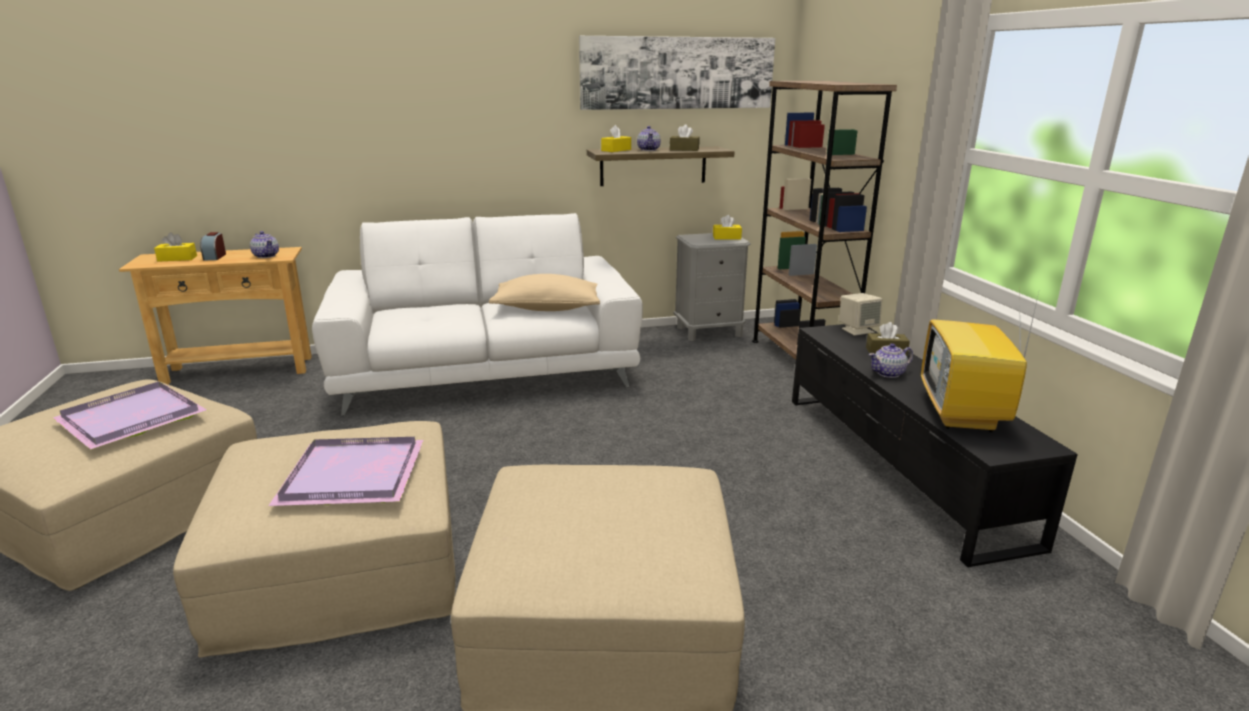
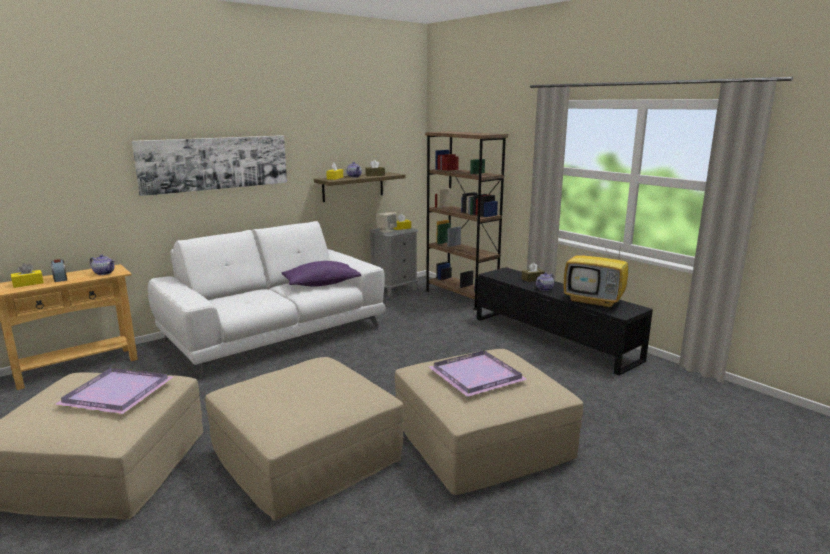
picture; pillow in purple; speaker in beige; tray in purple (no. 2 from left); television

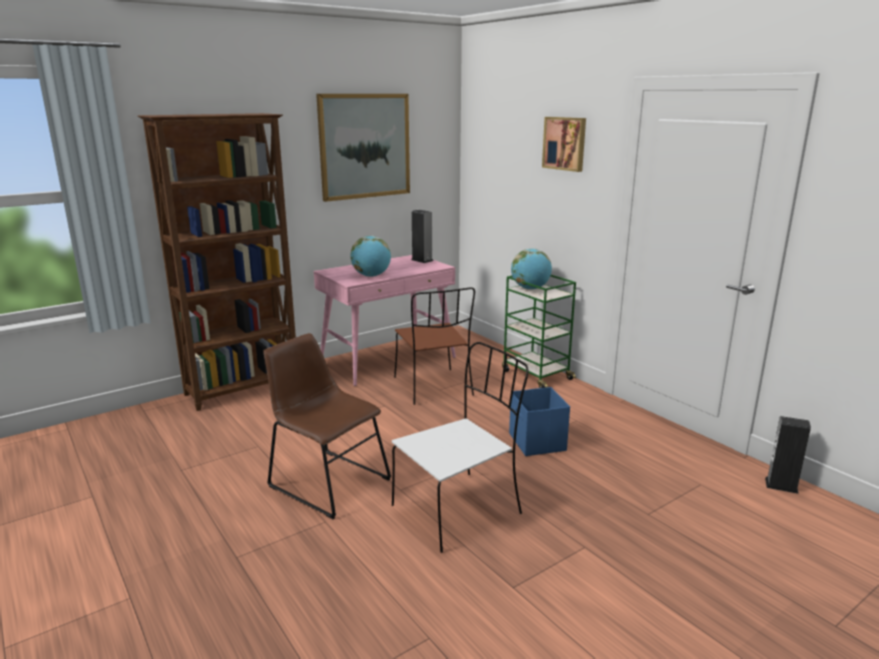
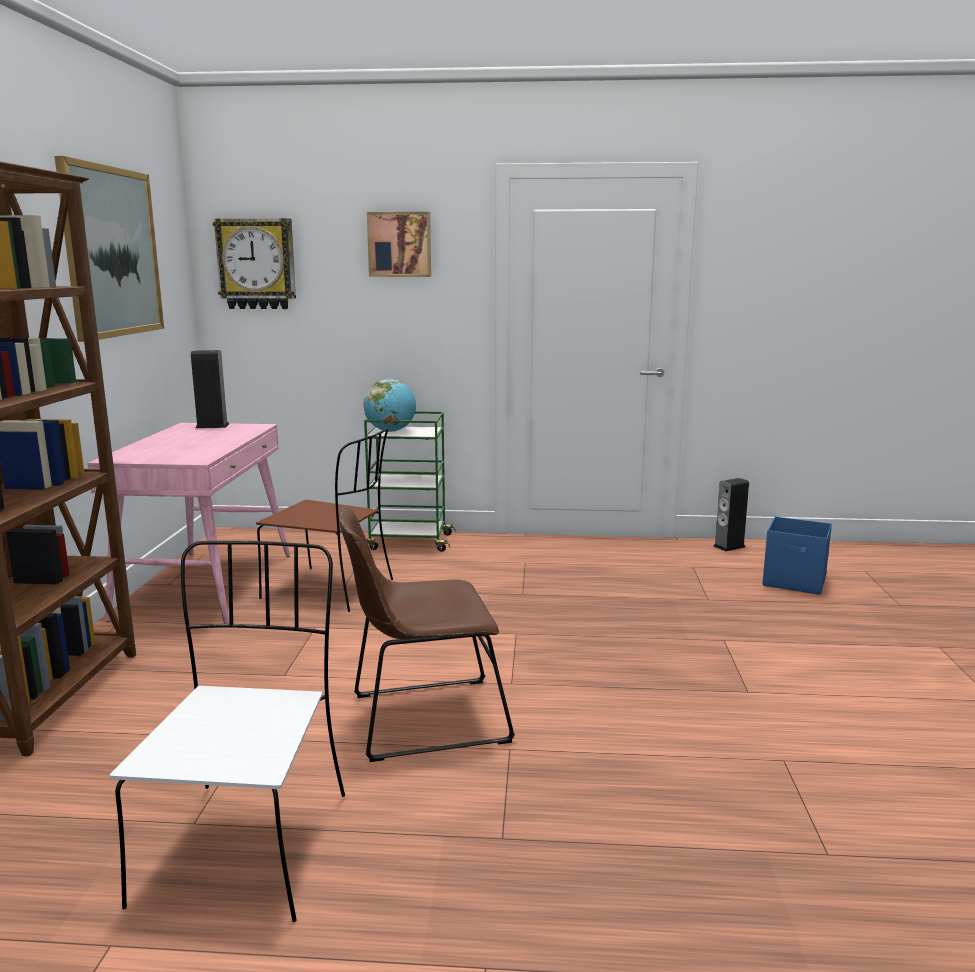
chair in white; wall clock; storage box in blue; globe (no. 1 from left in the first image)

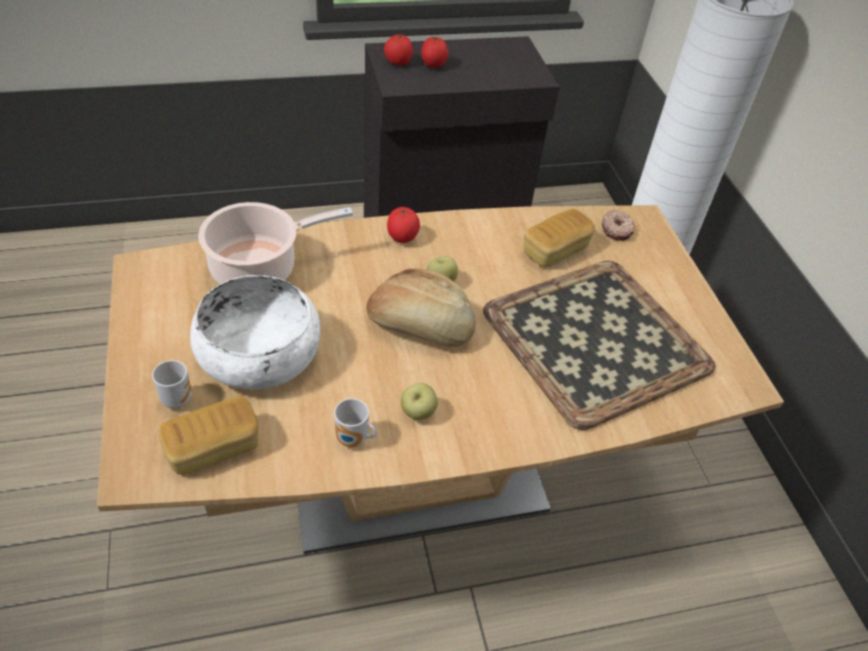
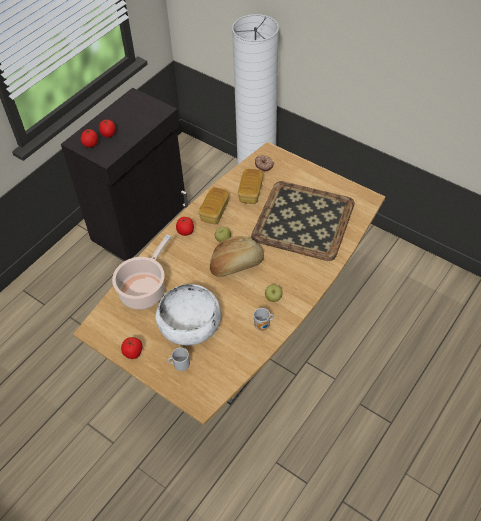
tomato (no. 3 from left); bread (no. 1 from left)

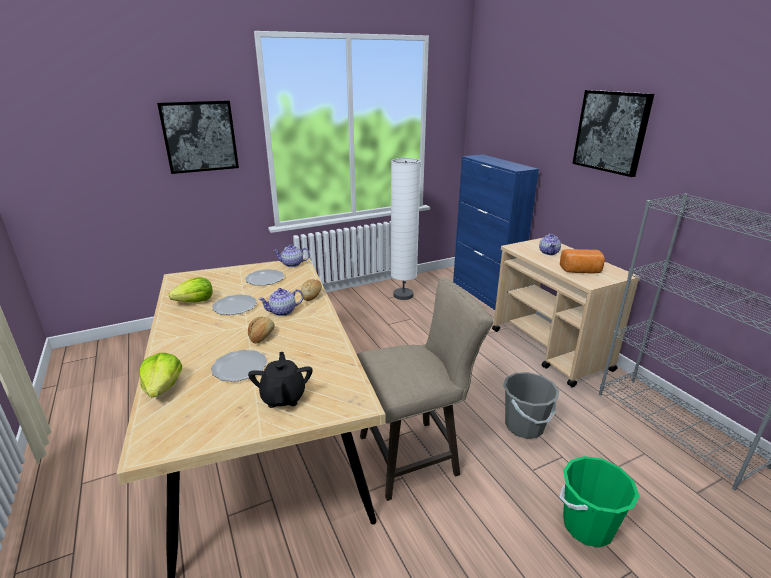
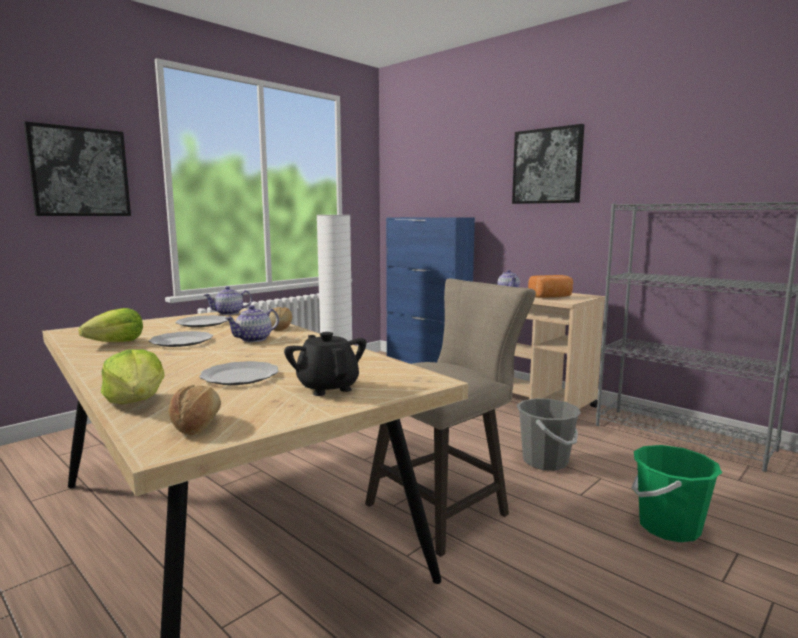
bread (no. 1 from left)

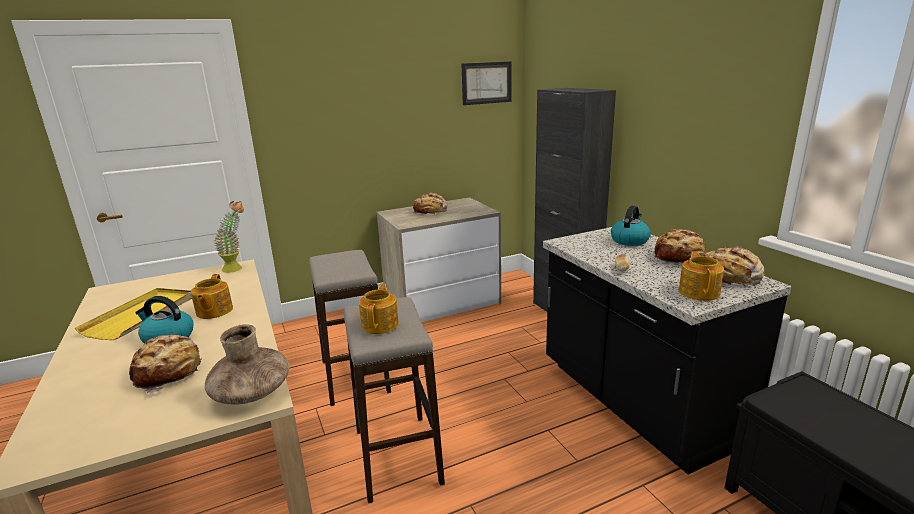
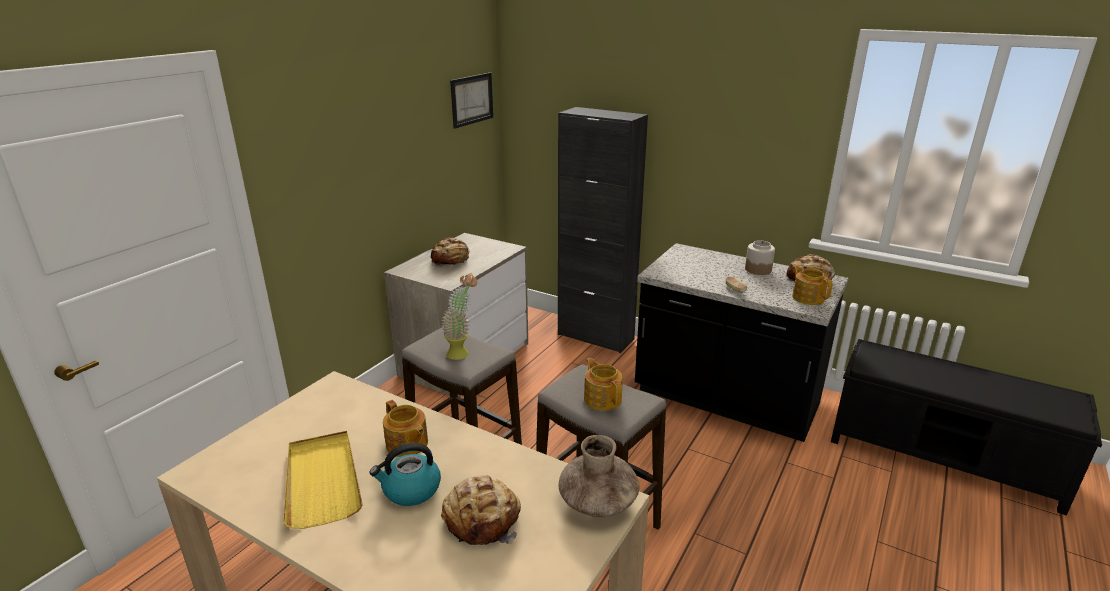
potted plant; jar; kettle (no. 2 from left in the first image)

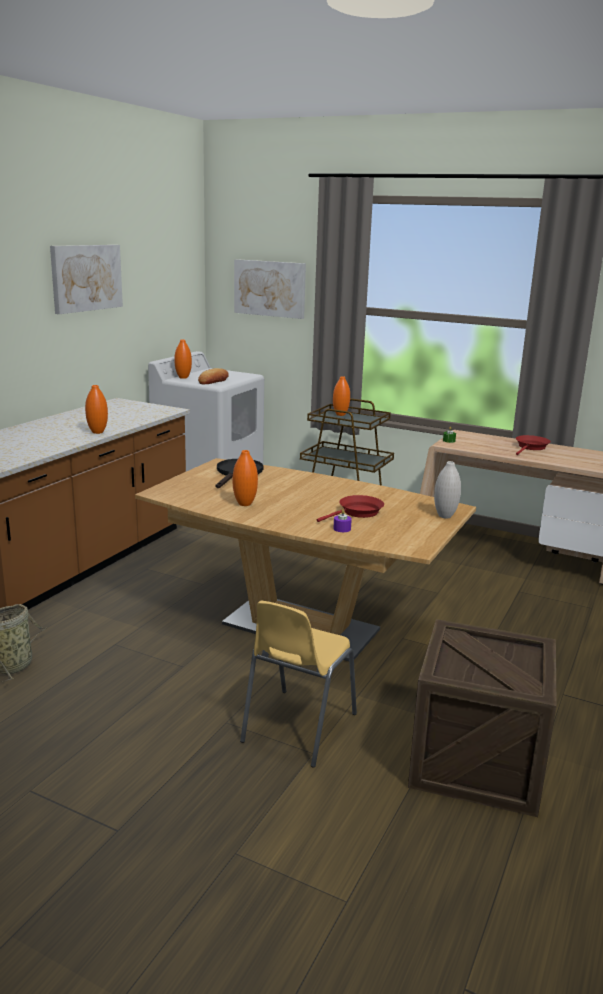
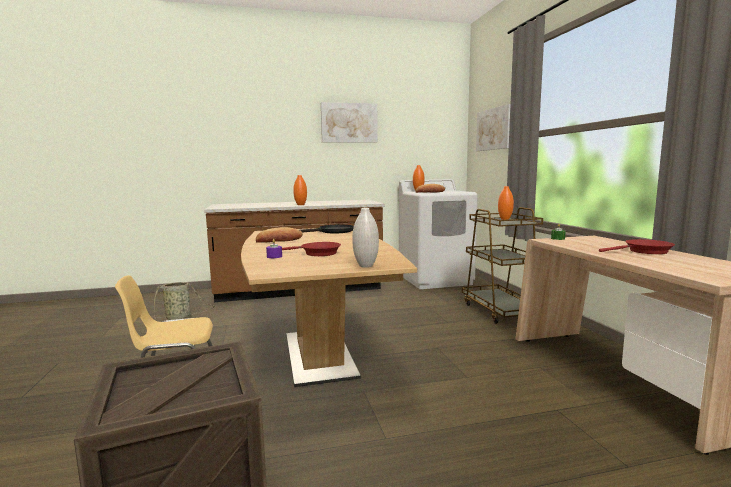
bread (no. 1 from left)

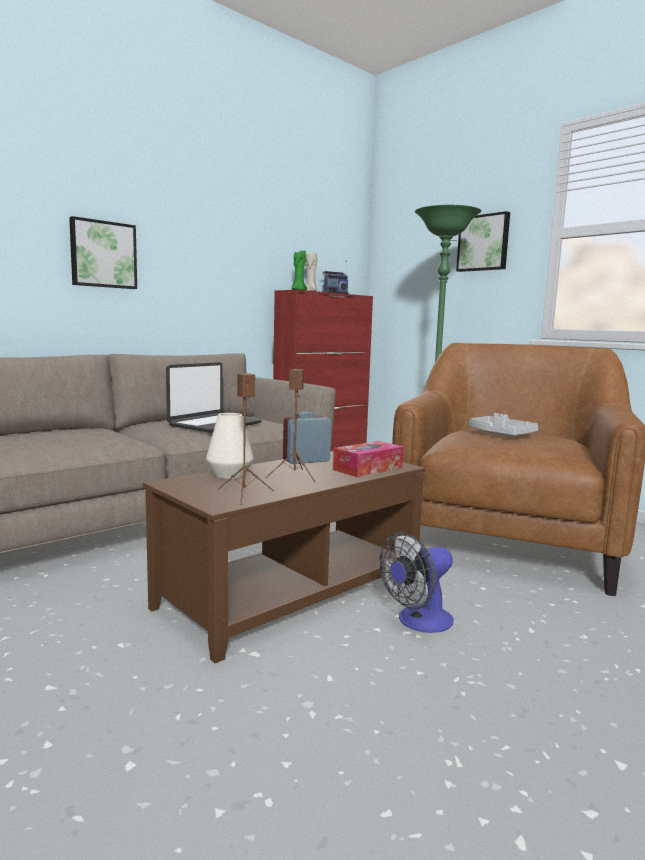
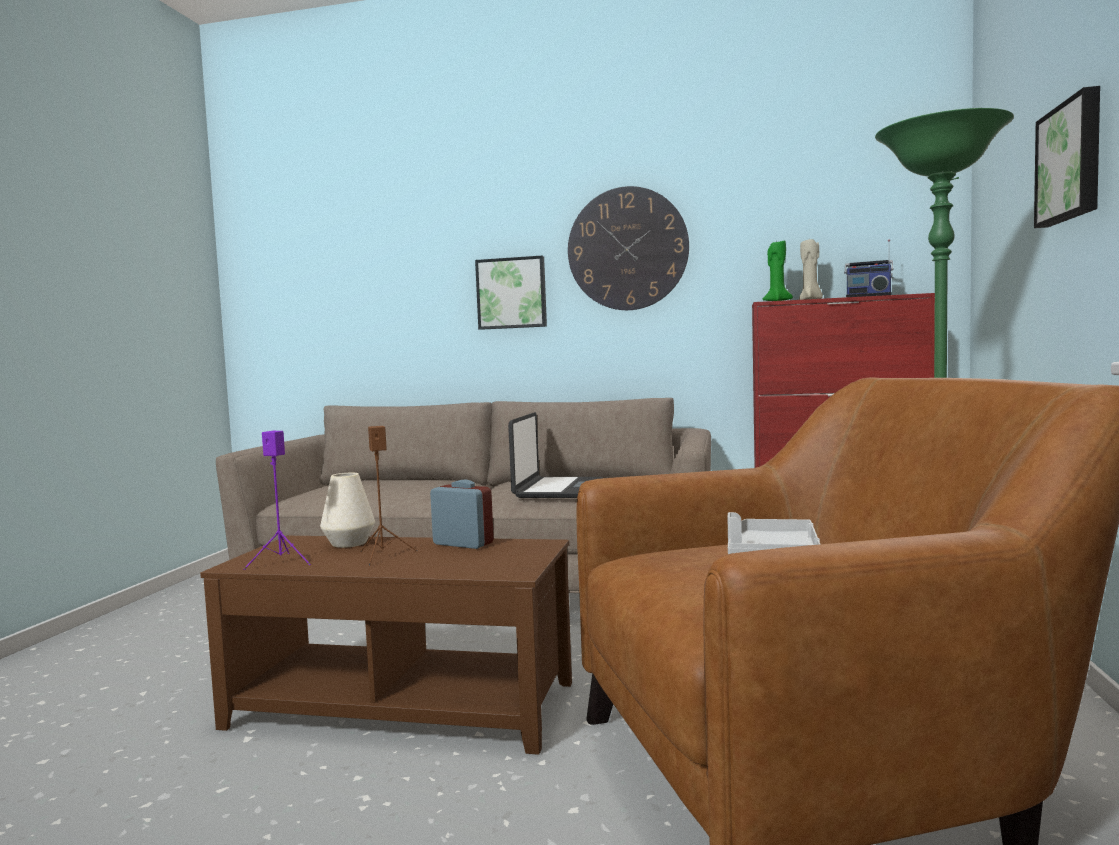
speaker in purple; laptop; wall clock; tissue box; fan

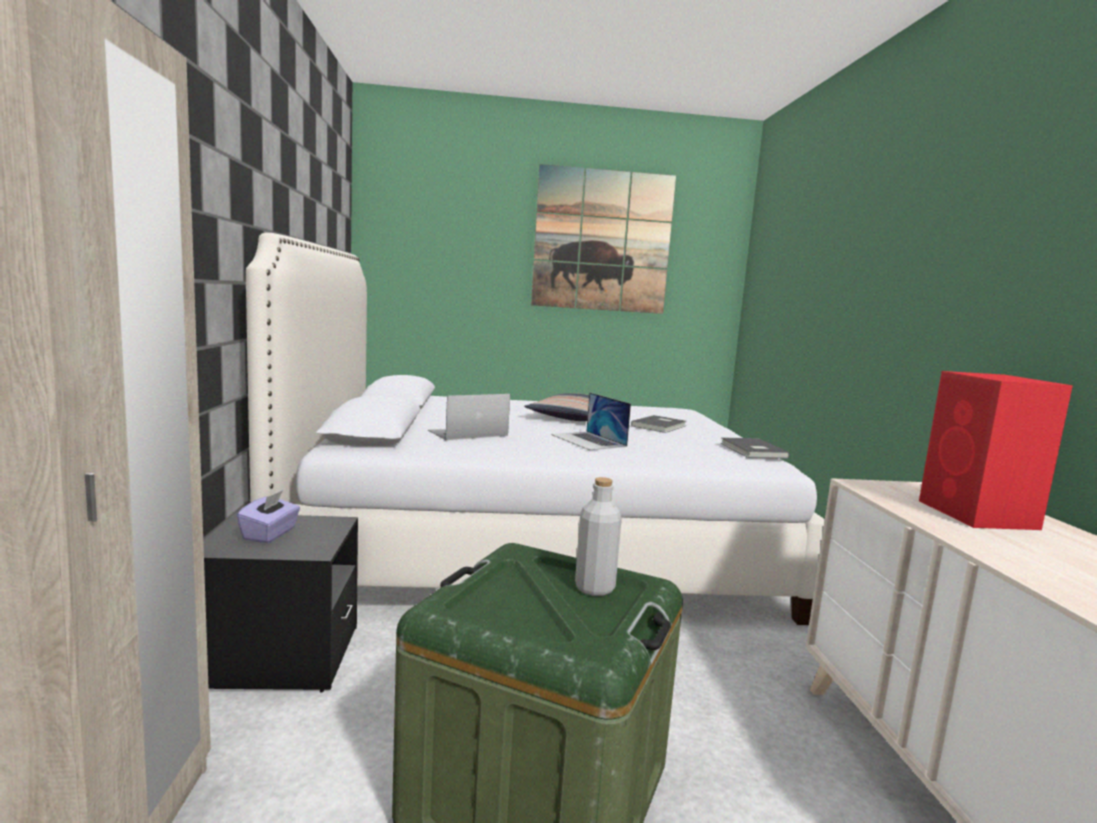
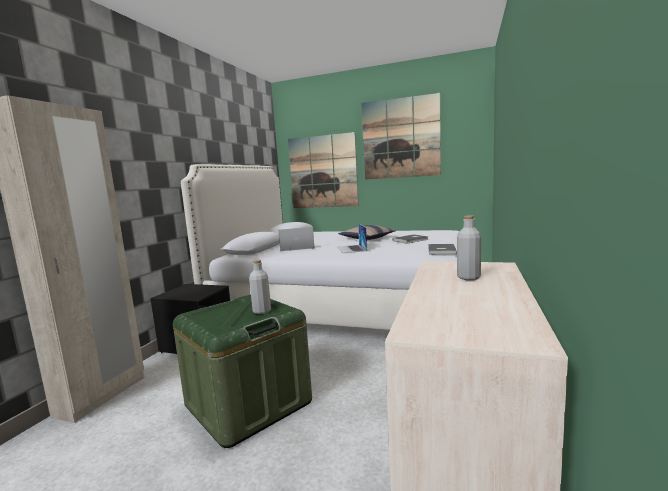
picture (no. 1 from left); bottle in grey (no. 2 from left); tissue box in purple

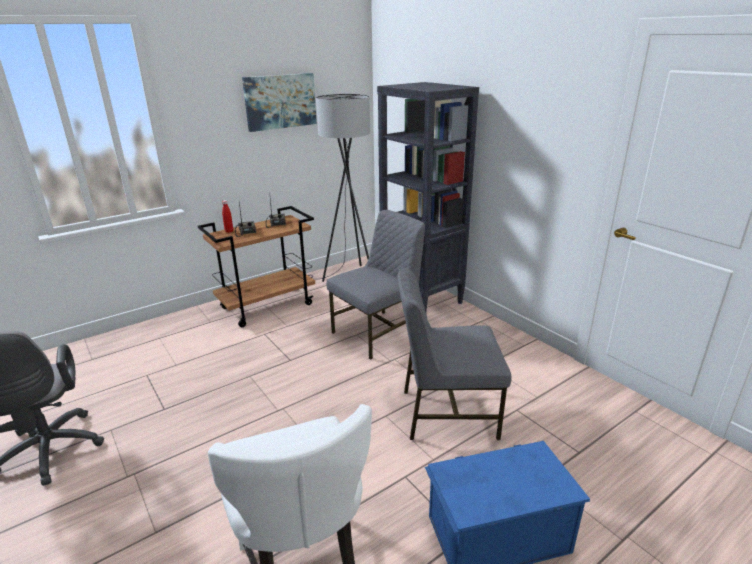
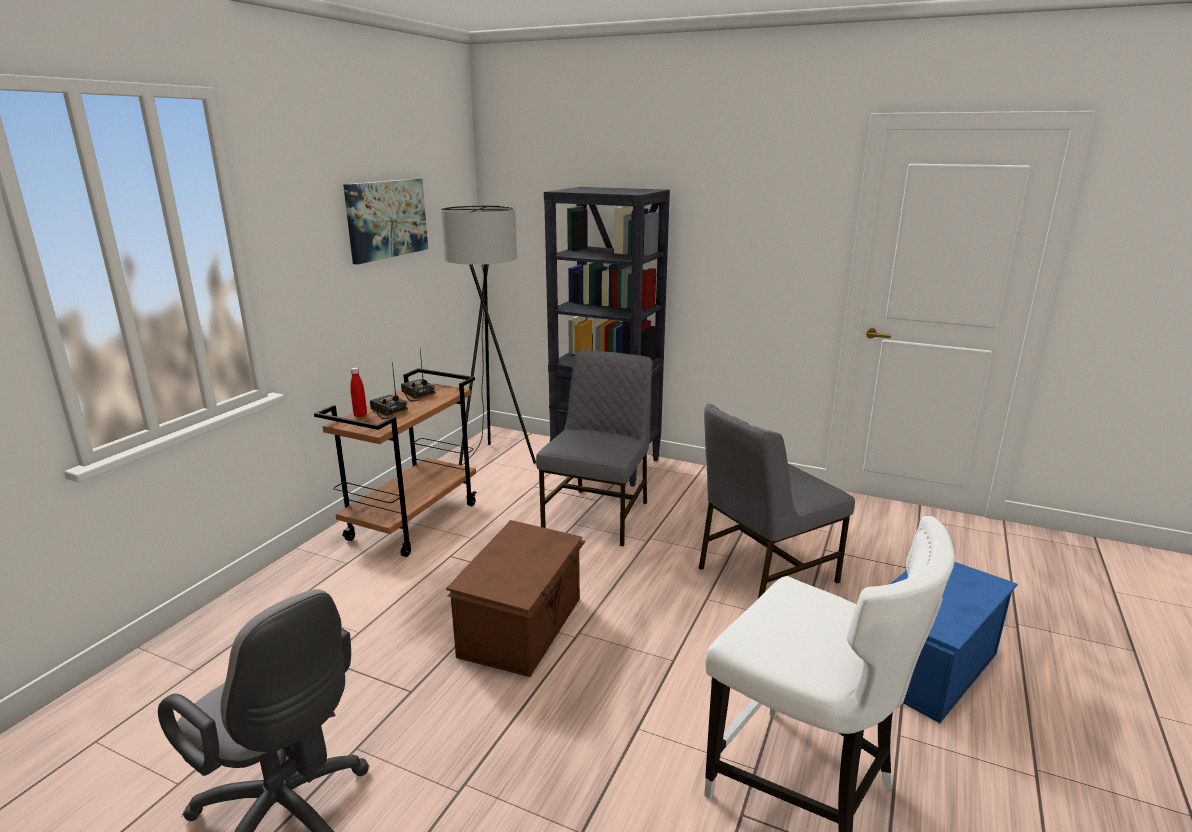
storage box in brown

